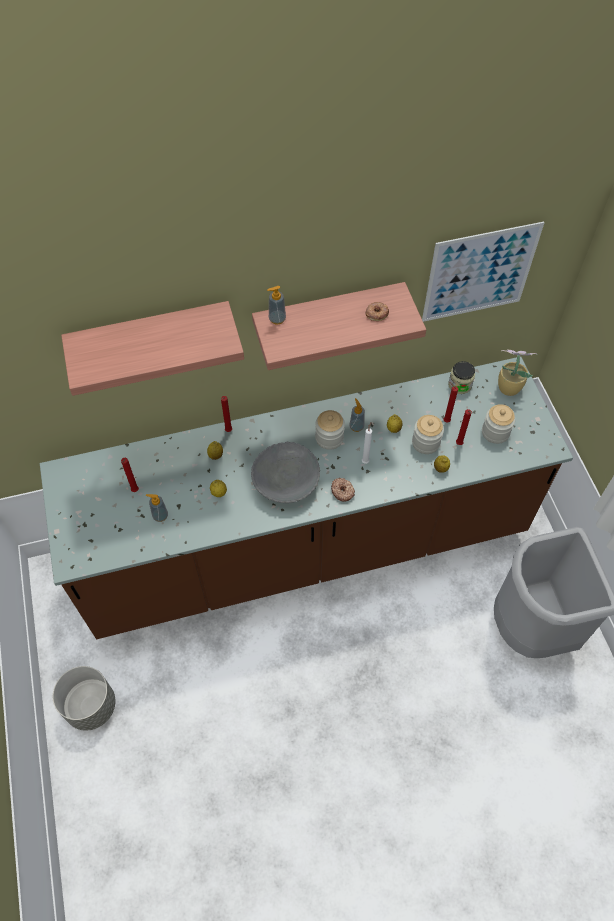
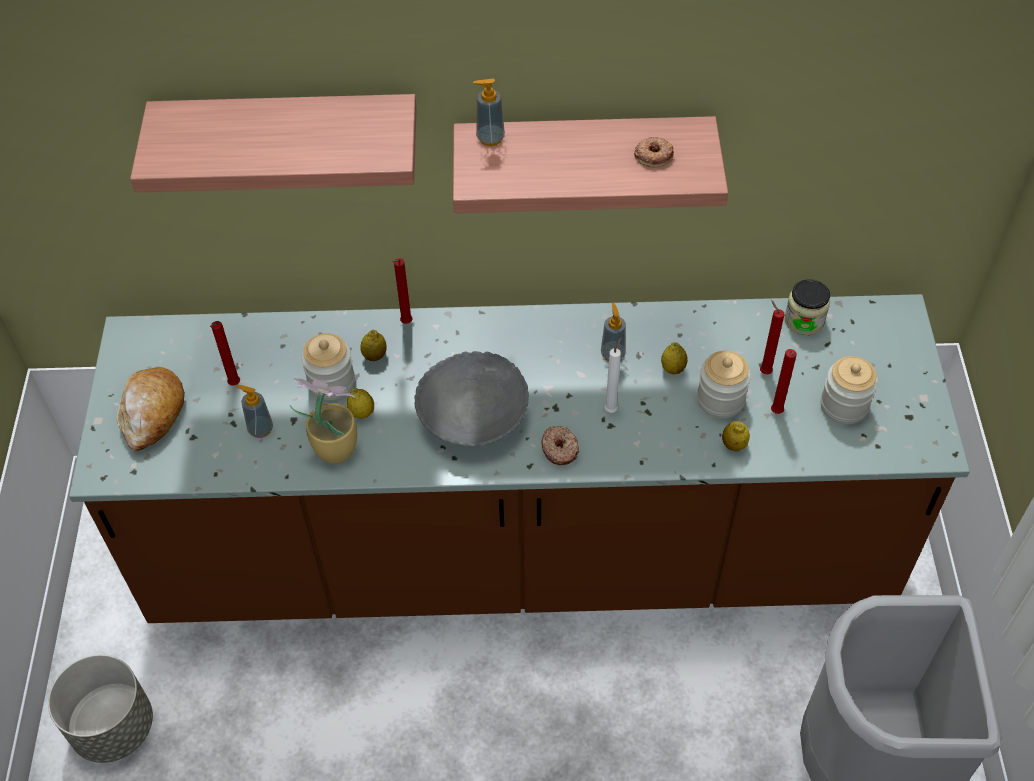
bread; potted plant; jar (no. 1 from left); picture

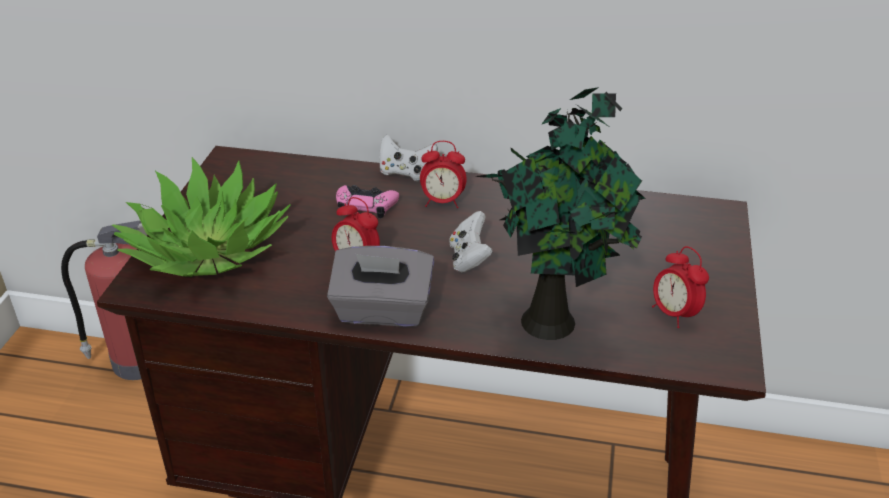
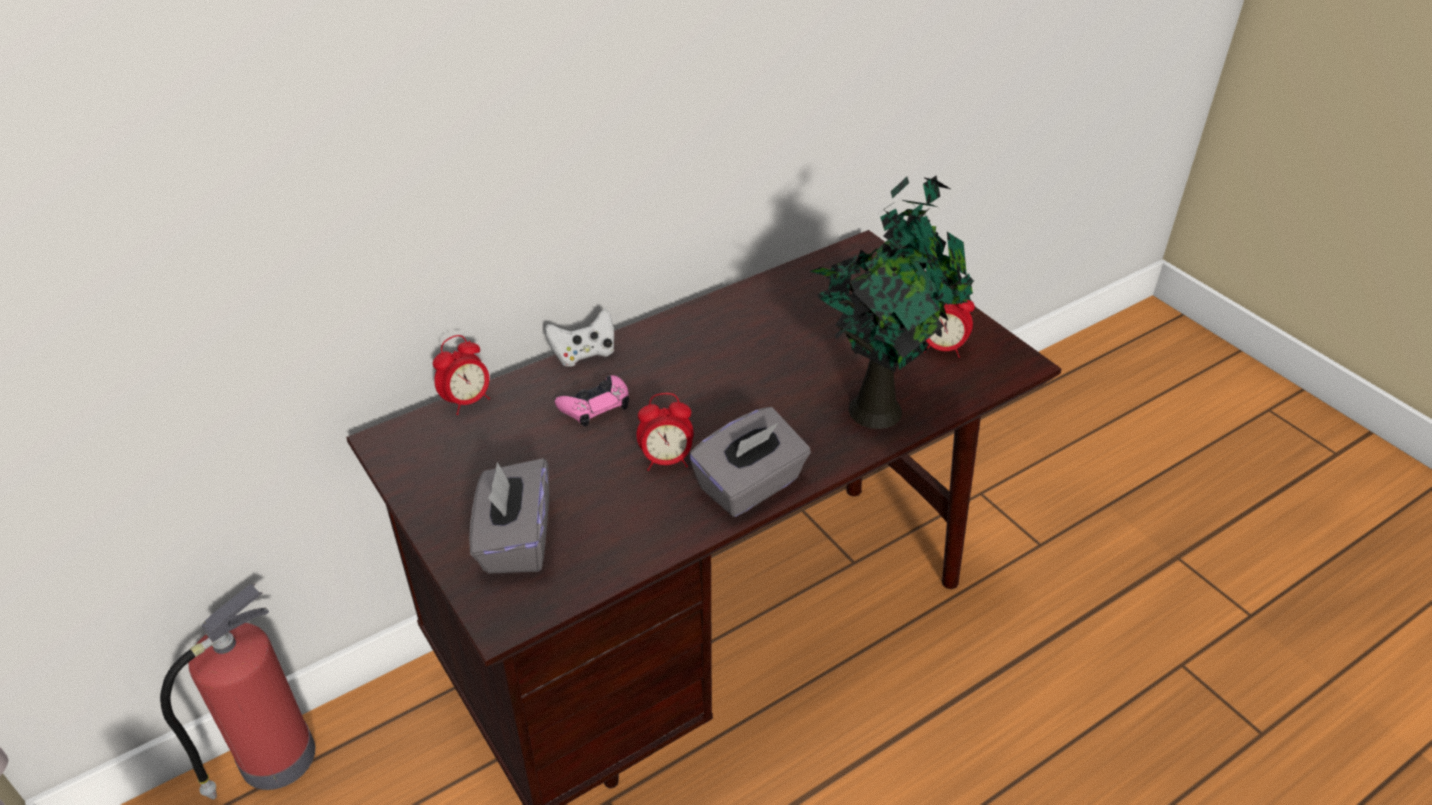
alarm clock (no. 1 from left); tissue box in grey (no. 1 from left); game controller in white (no. 2 from left in the first image)

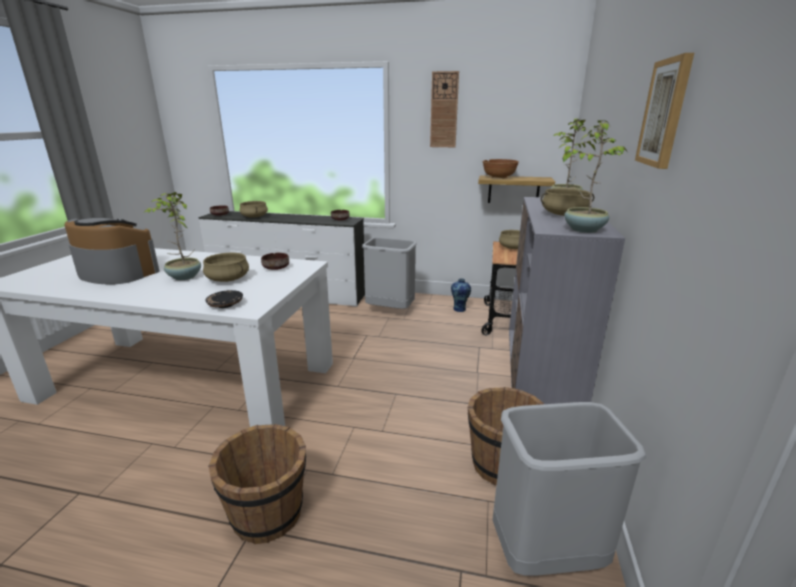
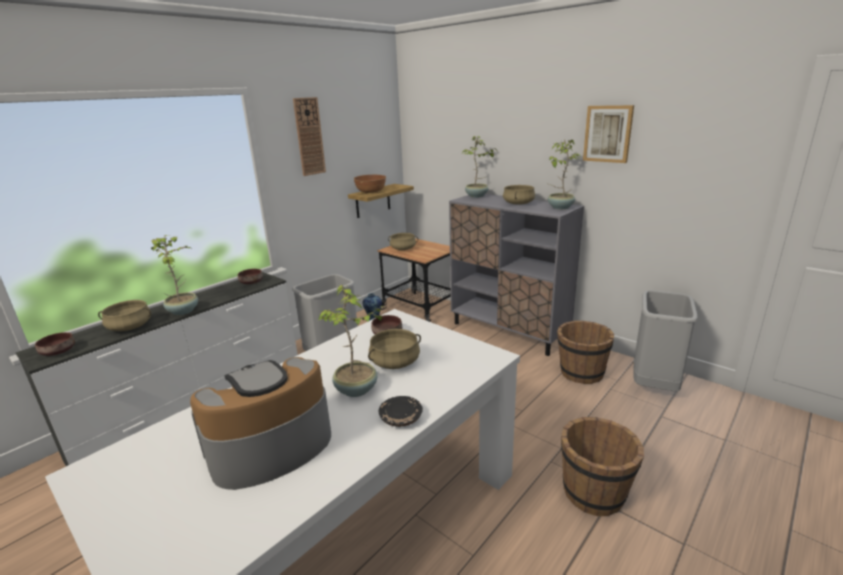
potted plant (no. 1 from left); plate in black

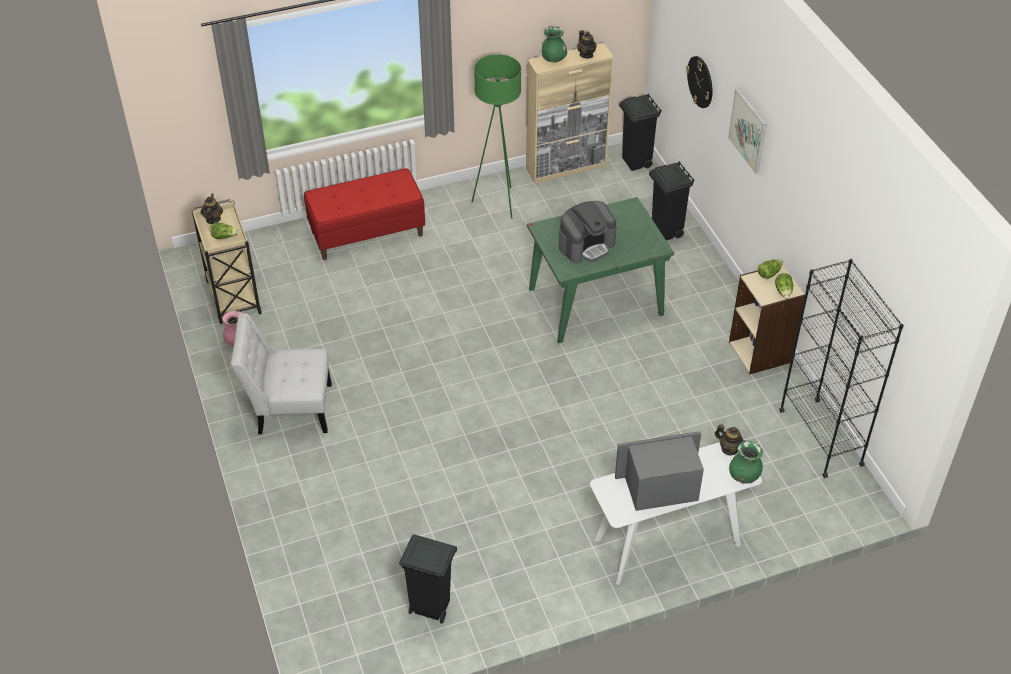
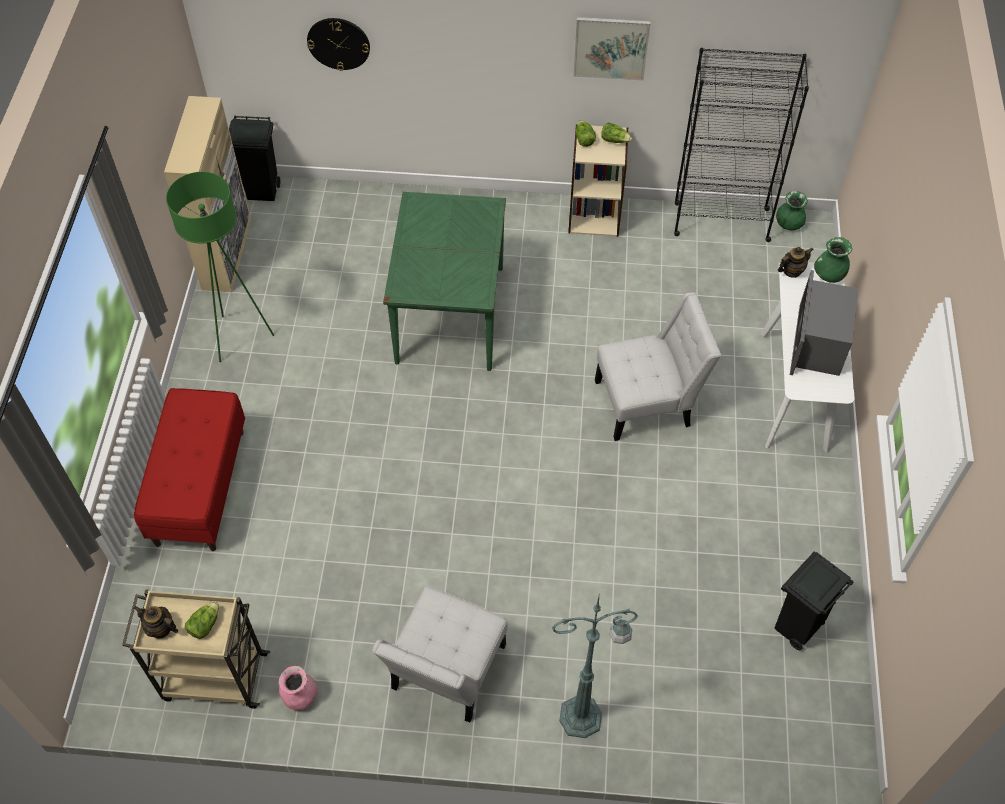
floor lamp in green (no. 2 from left); picture; chair in white (no. 2 from left); vase in green (no. 1 from left); coffee machine; teapot (no. 2 from left in the first image); trash can in black (no. 3 from left in the first image)

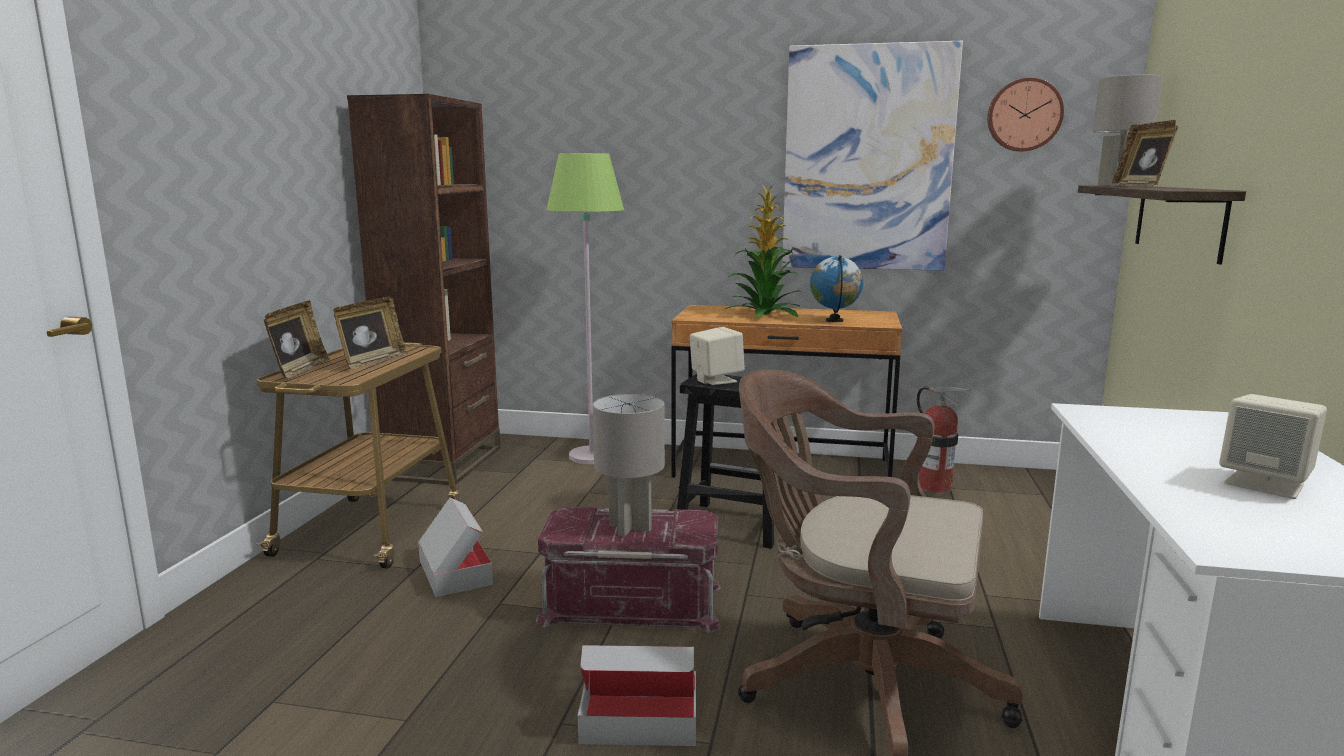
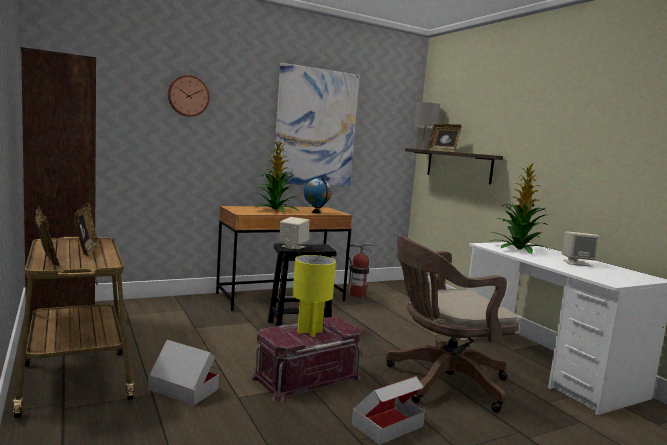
wall clock; table lamp in yellow; potted plant (no. 2 from left); floor lamp in green

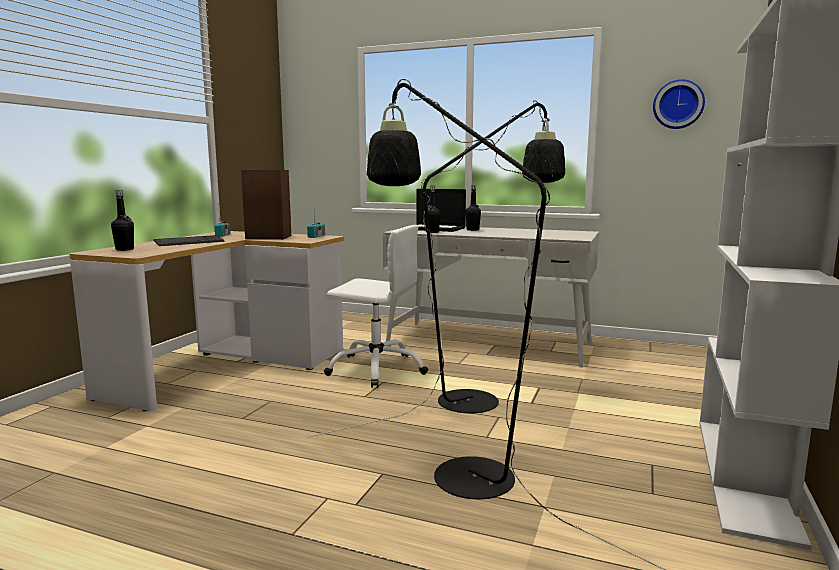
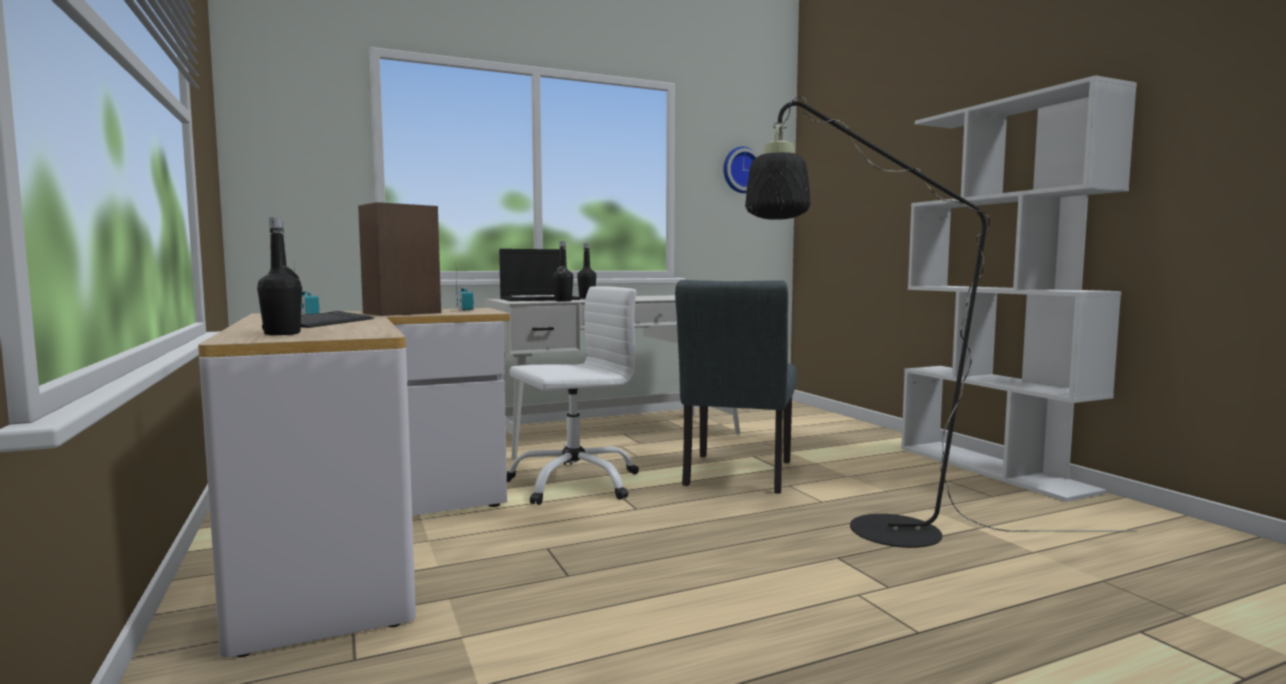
chair in grey

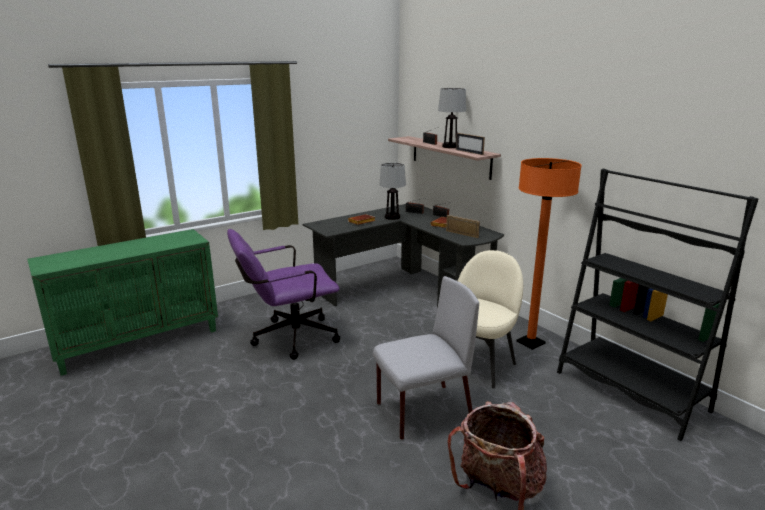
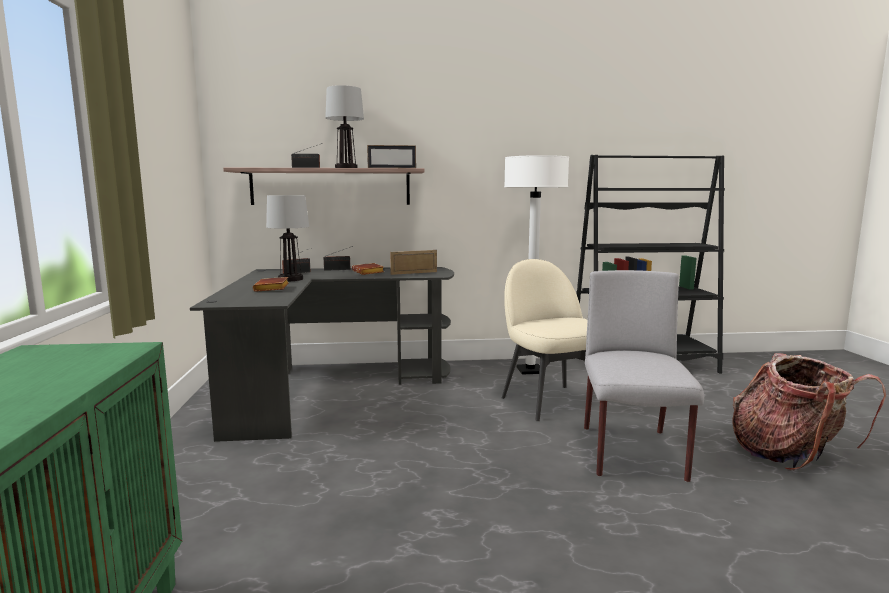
floor lamp in white; office chair in purple

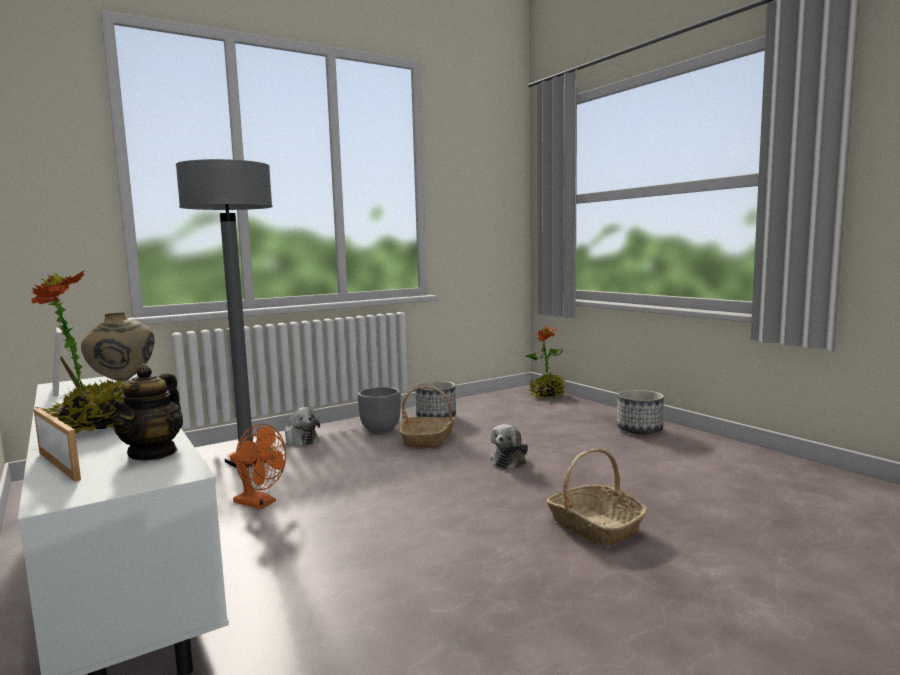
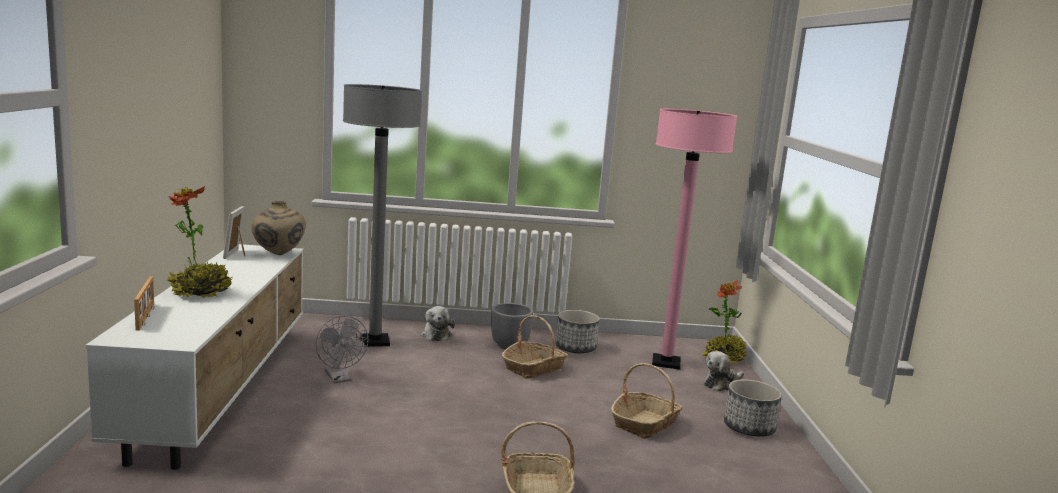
fan in grey; basket (no. 3 from left); floor lamp in pink; plush toy (no. 2 from left); teapot

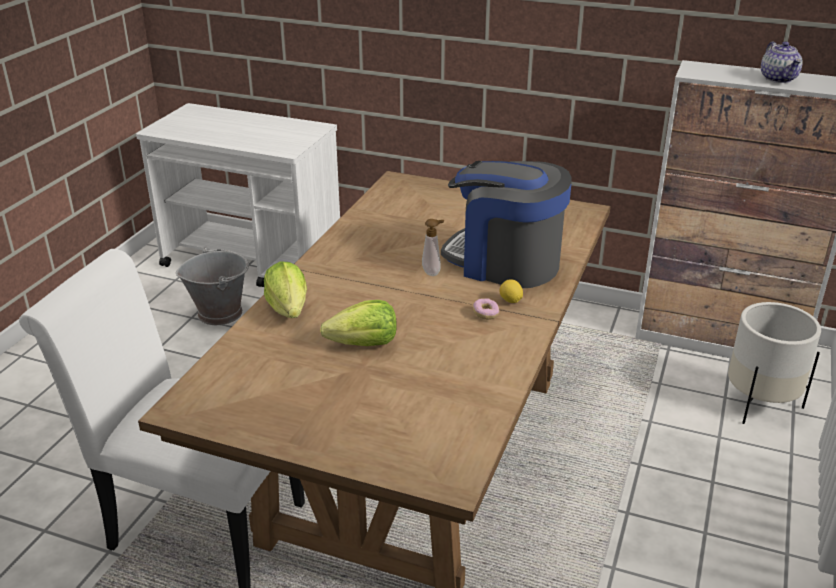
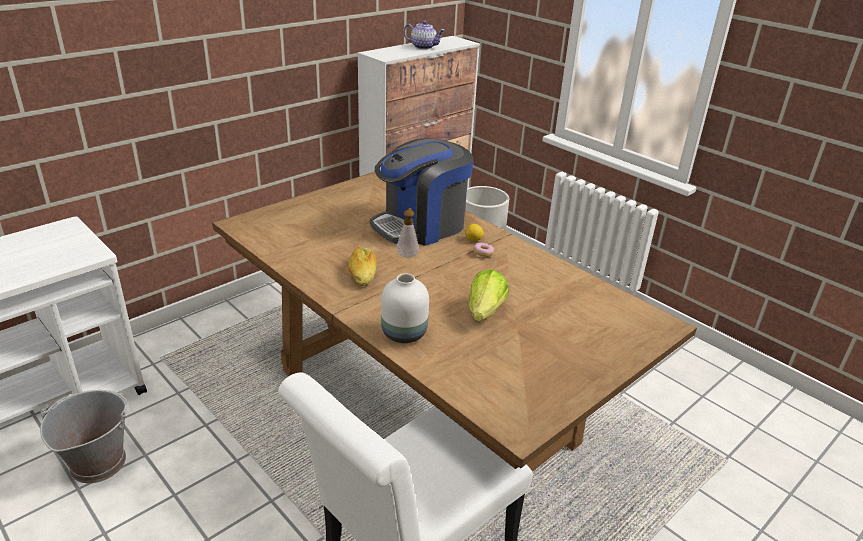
bread; vase in white

